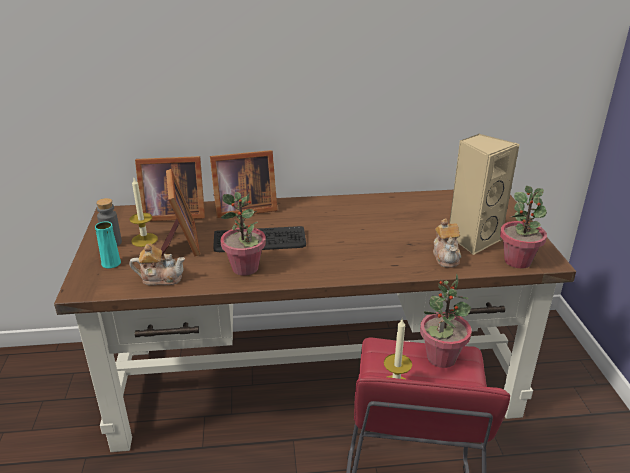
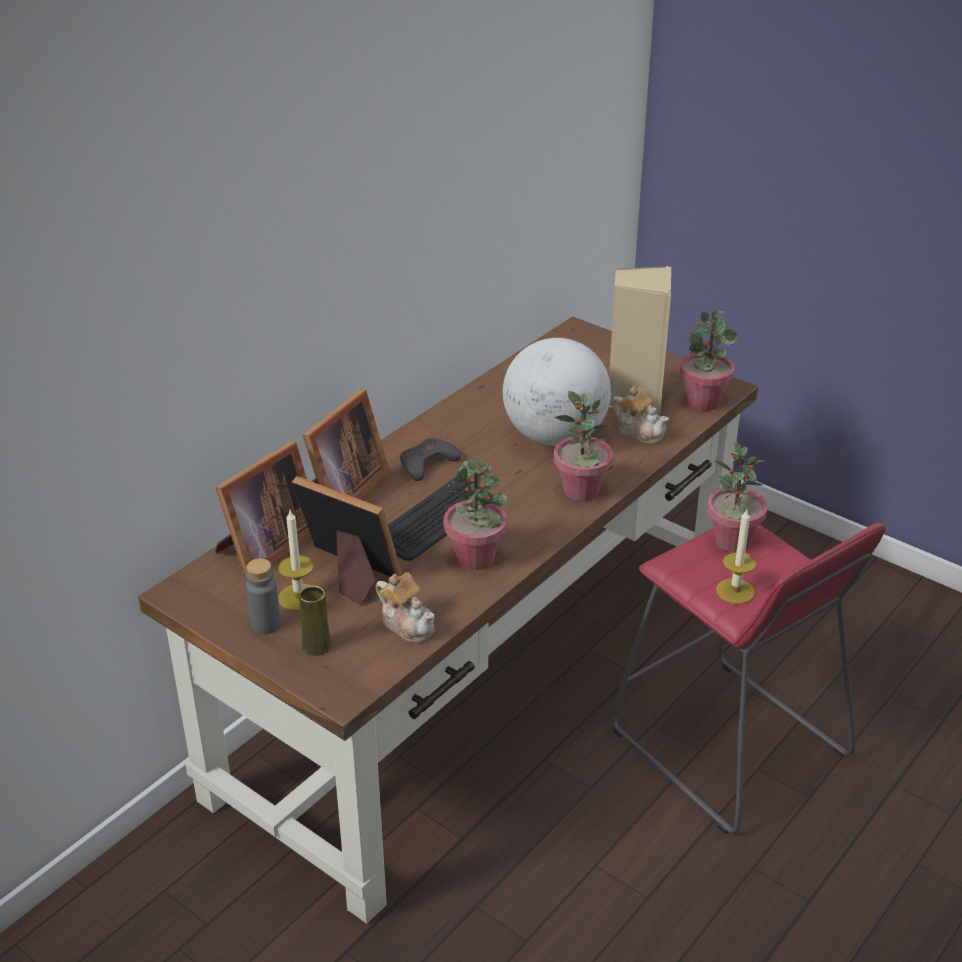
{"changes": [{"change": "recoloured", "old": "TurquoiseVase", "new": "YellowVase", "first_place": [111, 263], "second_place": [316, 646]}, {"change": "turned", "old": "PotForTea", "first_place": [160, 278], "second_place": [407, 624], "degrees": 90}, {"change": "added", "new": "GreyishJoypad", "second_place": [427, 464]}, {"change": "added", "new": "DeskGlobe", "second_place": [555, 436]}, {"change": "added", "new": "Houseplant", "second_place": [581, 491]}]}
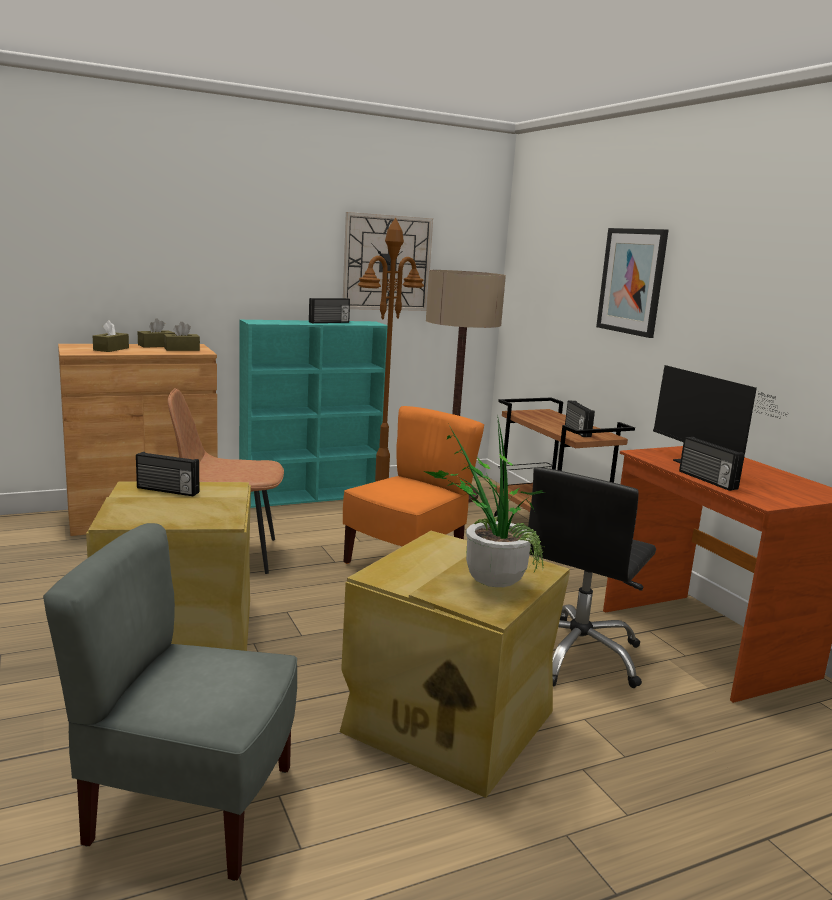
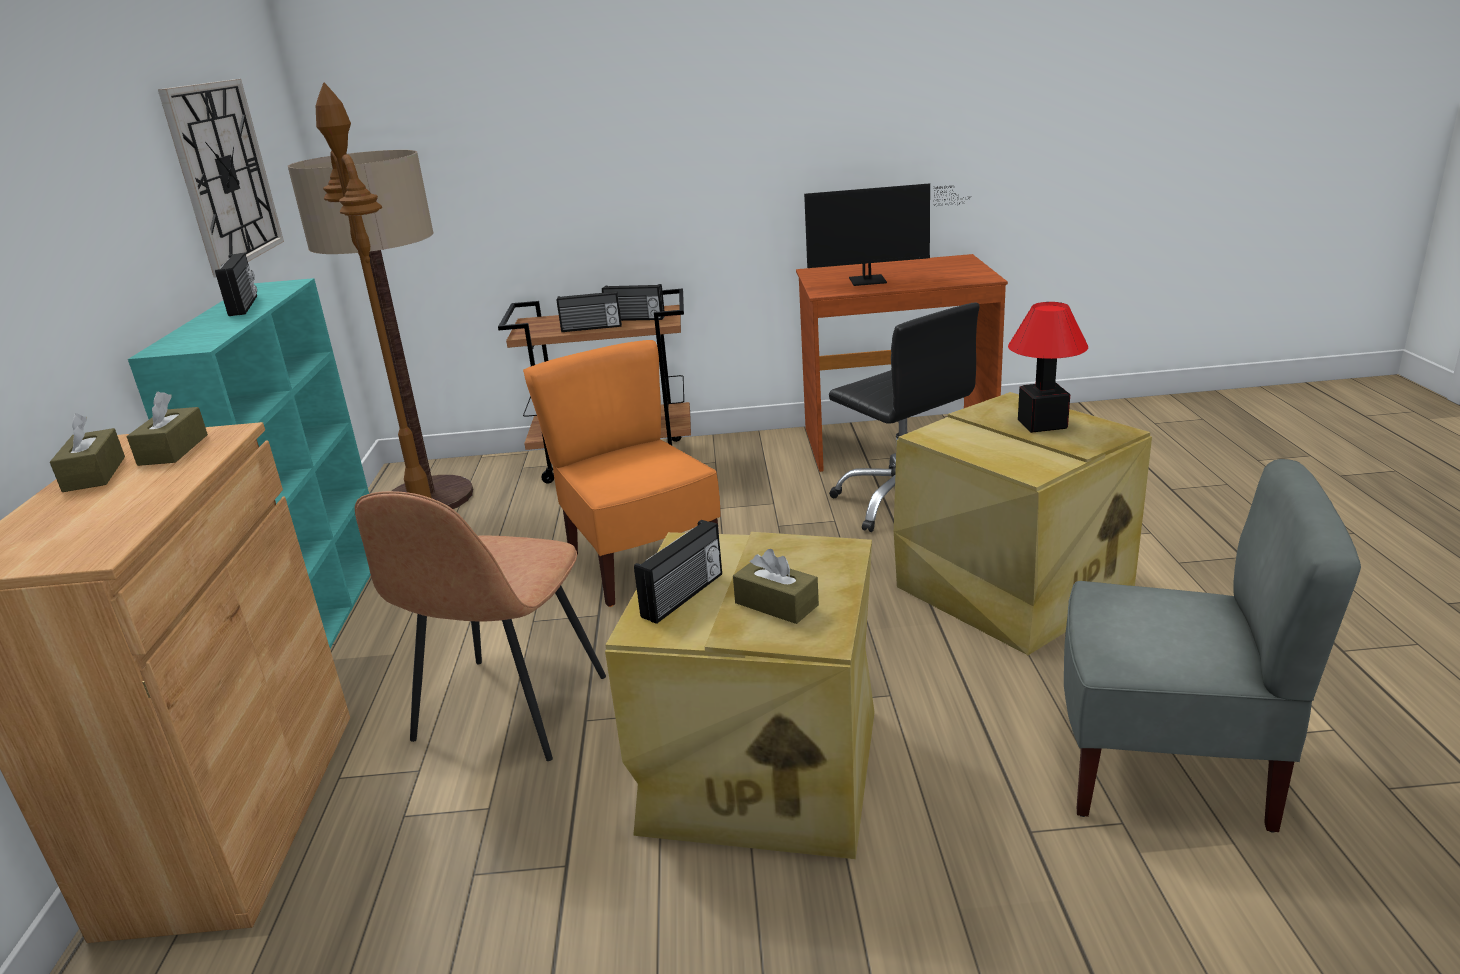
{"changes": [{"change": "turned", "old": "GreyishUprightChair", "first_place": [190, 808], "second_place": [1166, 765], "degrees": -105}, {"change": "moved", "old": "BrownishTissueHolder", "first_place": [111, 349], "second_place": [776, 604]}, {"change": "replaced", "old": "Houseplant", "new": "TabletopLamp", "first_place": [484, 578], "second_place": [1042, 424]}, {"change": "removed", "old": "WallPicture", "first_place": [632, 281]}, {"change": "moved", "old": "RadioSet", "first_place": [706, 480], "second_place": [591, 328]}]}
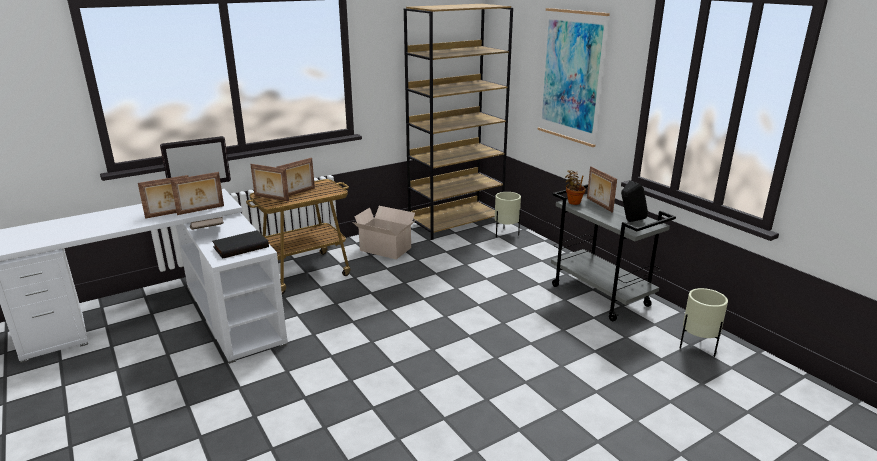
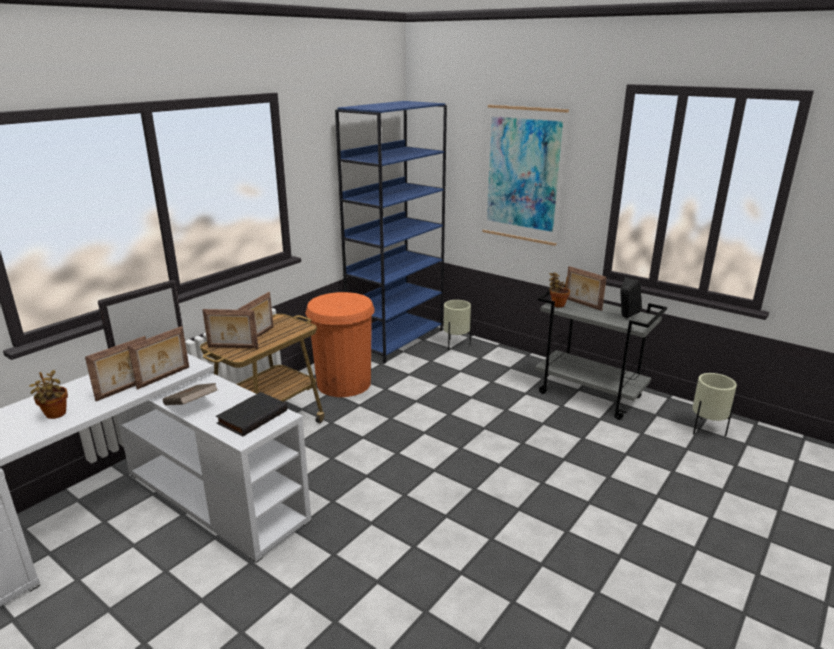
{"changes": [{"change": "replaced", "old": "CardboardBox", "new": "OrangeTrashCan", "first_place": [386, 250], "second_place": [344, 383]}, {"change": "recoloured", "old": "BrownishBookcase", "new": "BluishBookcase", "first_place": [456, 222], "second_place": [396, 339]}, {"change": "added", "new": "Houseplant", "second_place": [55, 415]}]}
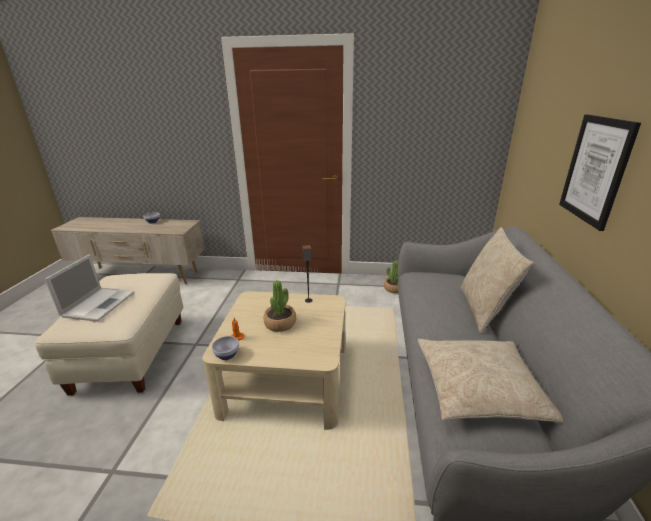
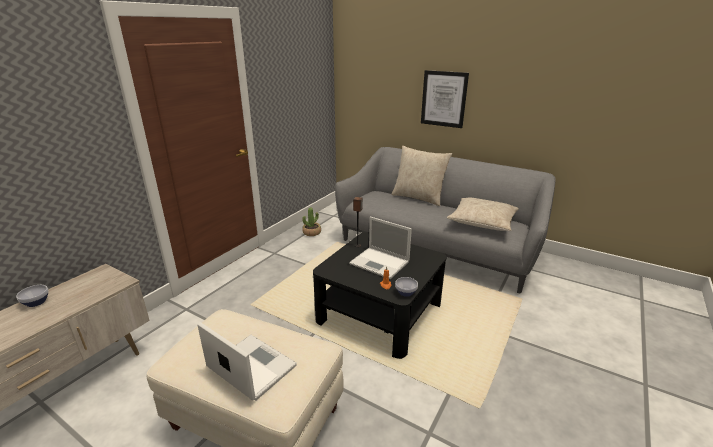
{"changes": [{"change": "recoloured", "old": "BeigeLowTable", "new": "BlackishLowTable", "first_place": [286, 380], "second_place": [380, 312]}, {"change": "replaced", "old": "Houseplant", "new": "NotebookComputer", "first_place": [280, 323], "second_place": [380, 263]}]}
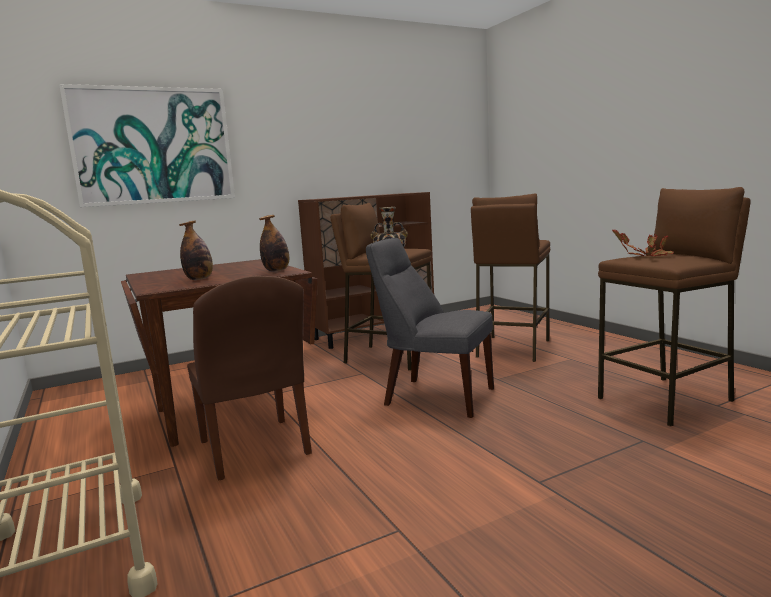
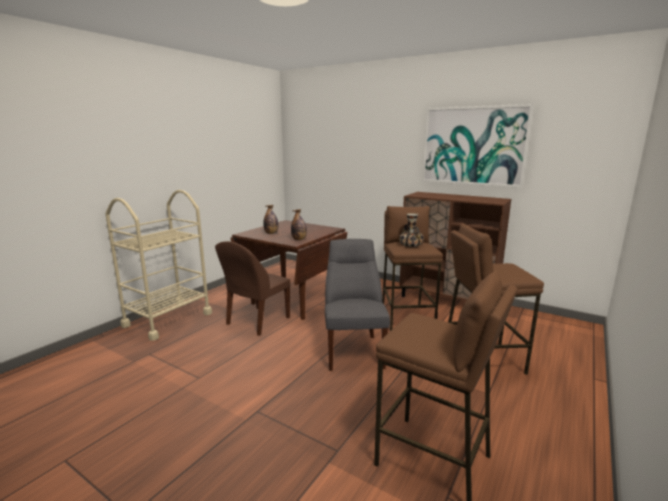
{"changes": [{"change": "moved", "old": "WallPicture", "first_place": [153, 146], "second_place": [473, 146]}, {"change": "removed", "old": "Houseplant", "first_place": [646, 256]}]}
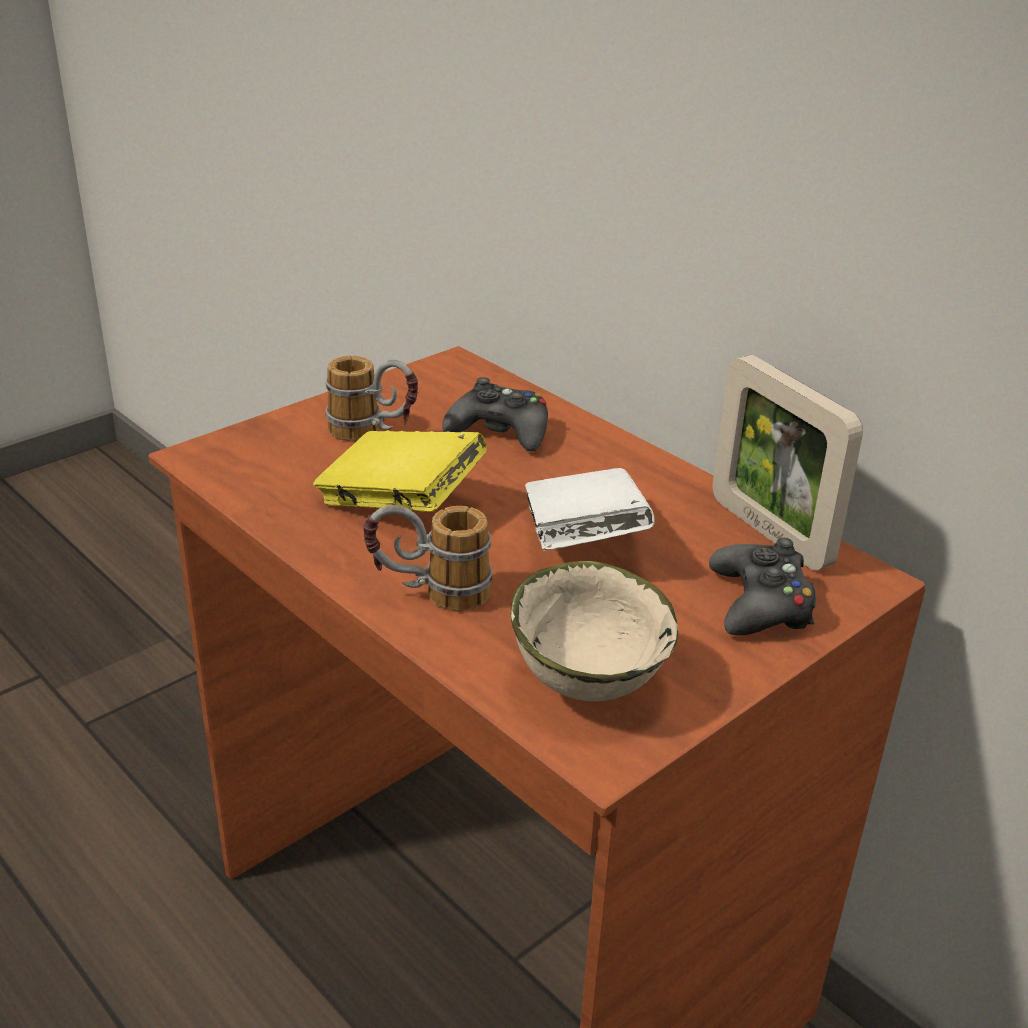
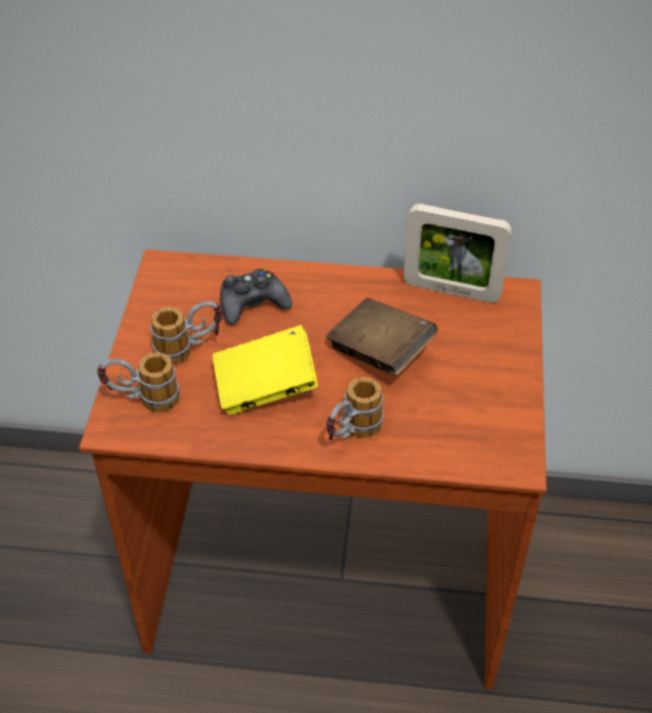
{"changes": [{"change": "removed", "old": "BeigeDeepDish", "first_place": [589, 683]}, {"change": "recoloured", "old": "WhiteVolume", "new": "BrownishVolume", "first_place": [583, 542], "second_place": [380, 353]}, {"change": "removed", "old": "BlackishJoypad", "first_place": [760, 604]}, {"change": "added", "new": "CoffeeMug", "second_place": [143, 401]}]}
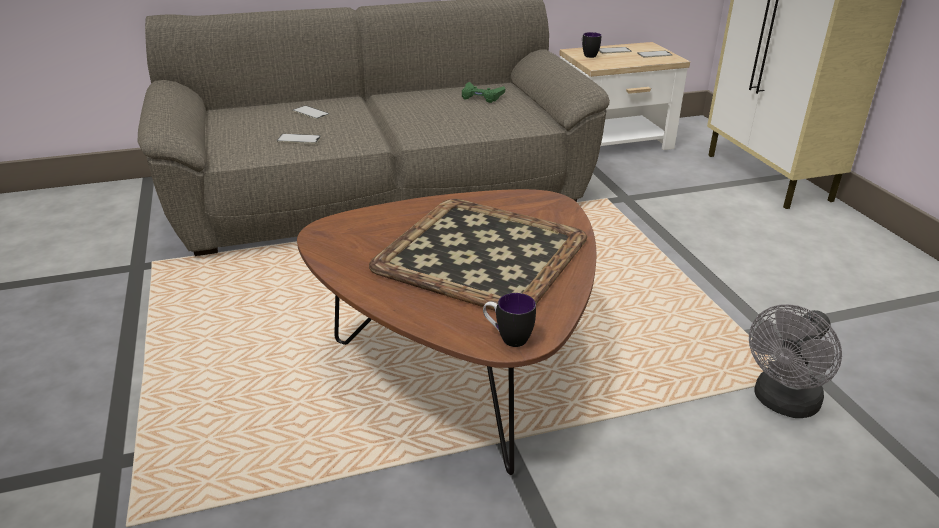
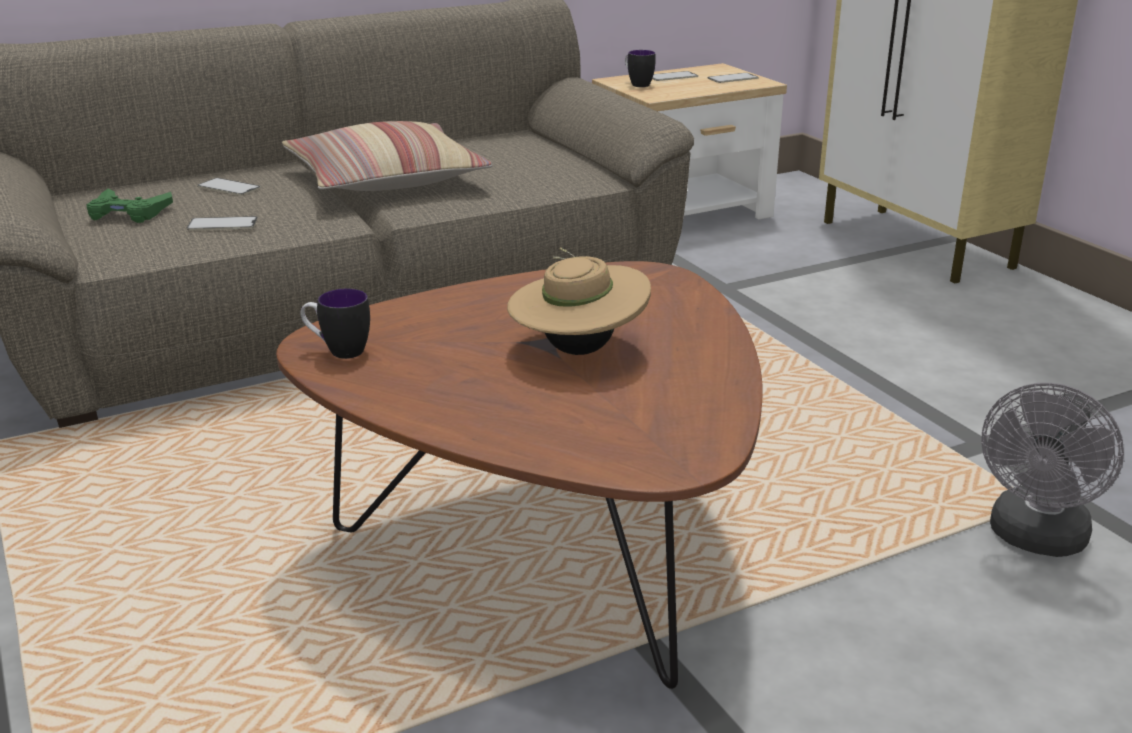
{"changes": [{"change": "replaced", "old": "CarryingTray", "new": "BeigeWearableHat", "first_place": [480, 252], "second_place": [578, 349]}, {"change": "moved", "old": "GreenColouredJoypad", "first_place": [481, 96], "second_place": [128, 213]}, {"change": "moved", "old": "CoffeeMug", "first_place": [507, 338], "second_place": [338, 351]}, {"change": "added", "new": "Cushion", "second_place": [385, 179]}]}
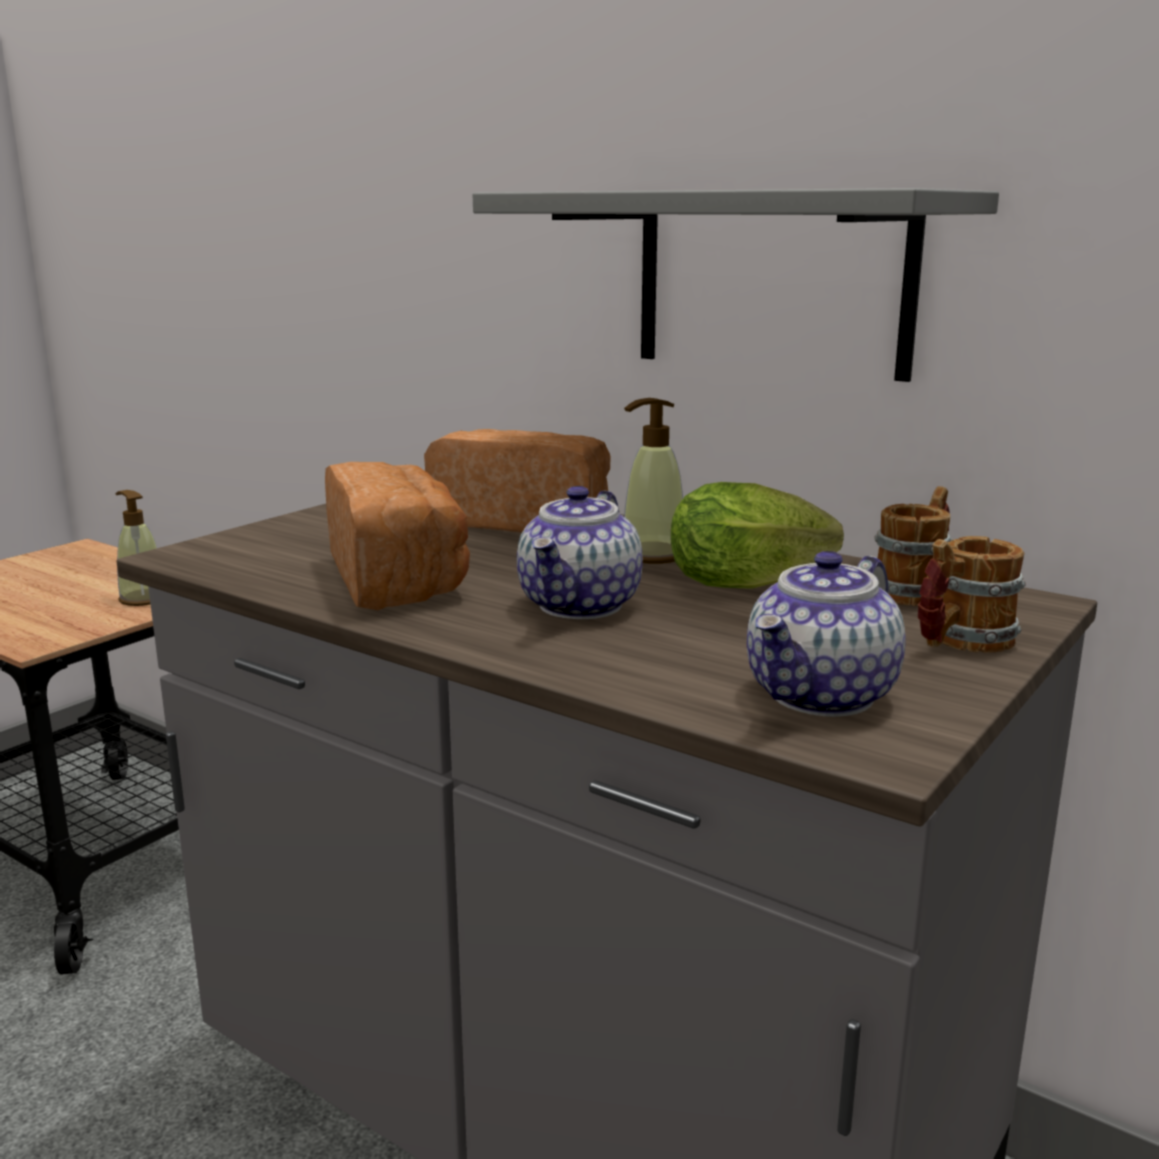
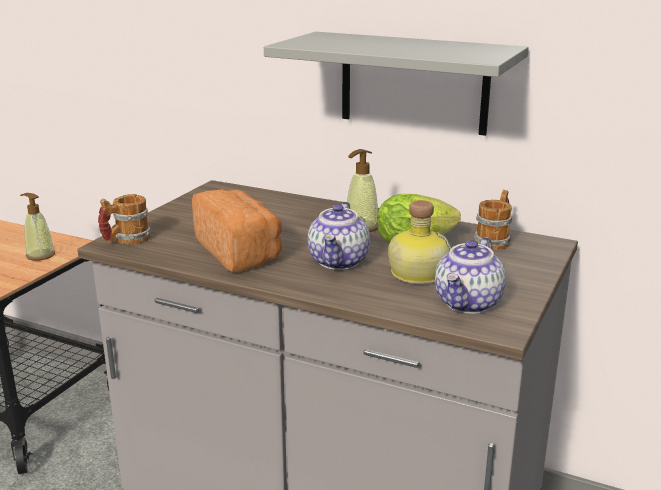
{"changes": [{"change": "removed", "old": "BakedBread", "first_place": [525, 521]}, {"change": "moved", "old": "CoffeeMug", "first_place": [960, 642], "second_place": [126, 240]}, {"change": "added", "new": "BeverageBottle", "second_place": [416, 273]}]}
